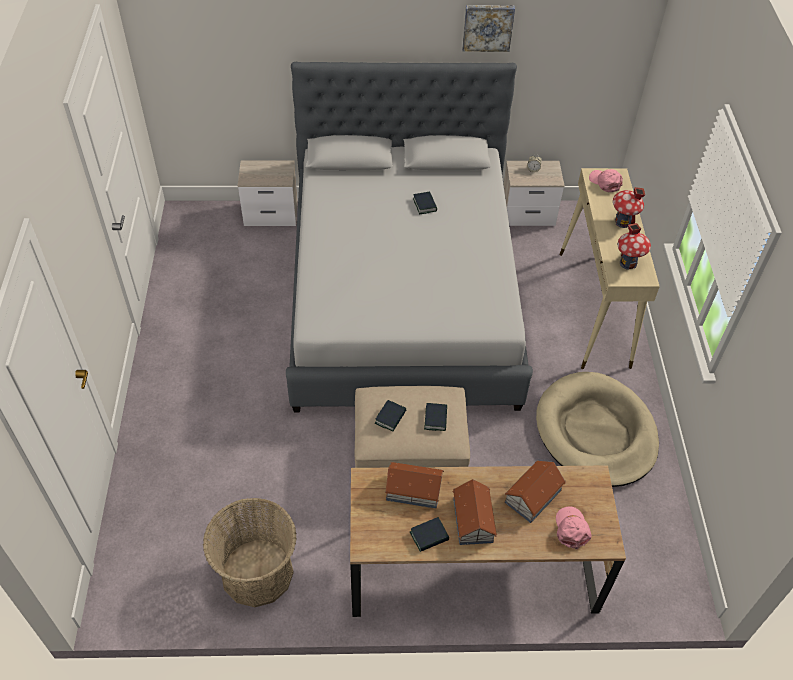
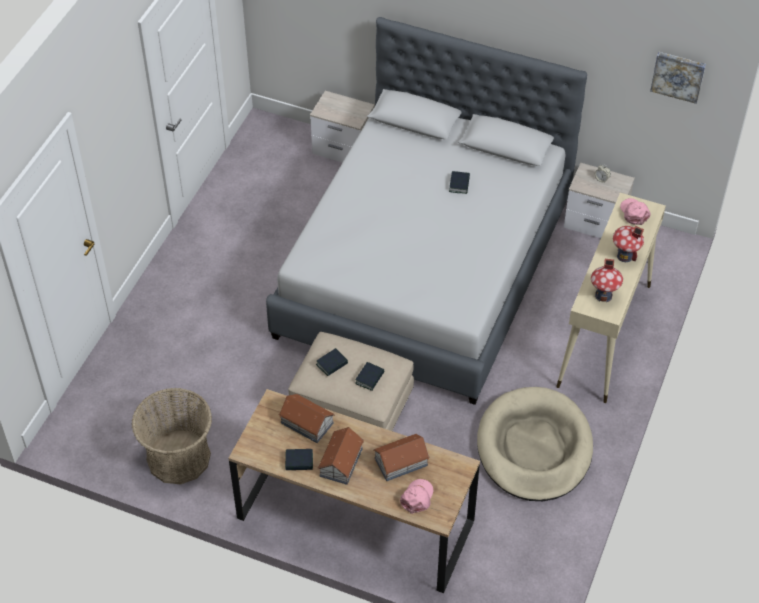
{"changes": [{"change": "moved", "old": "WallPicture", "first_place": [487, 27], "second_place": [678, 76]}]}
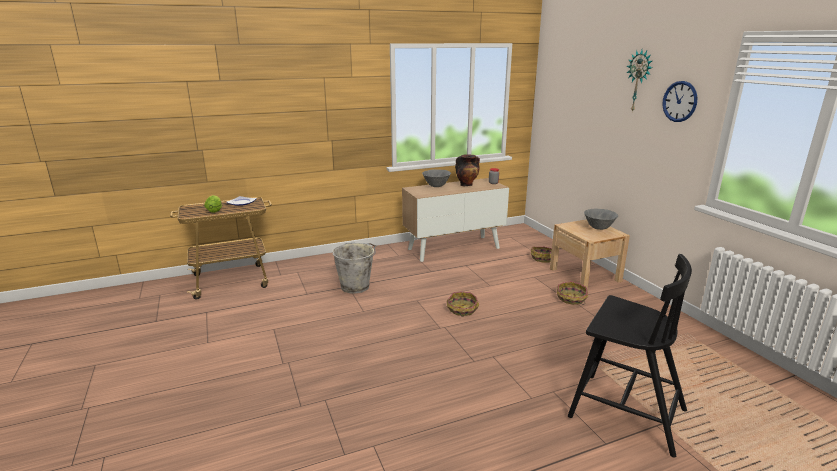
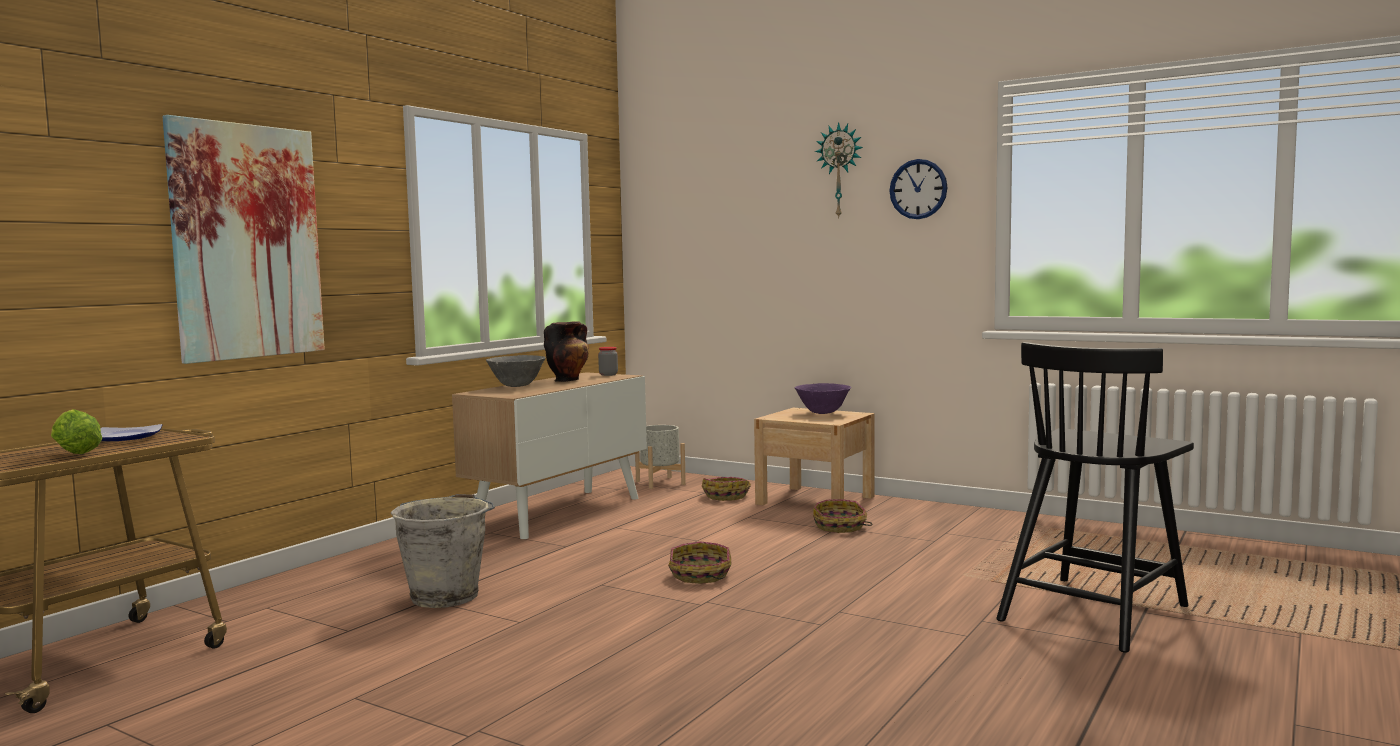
{"changes": [{"change": "turned", "old": "BlackishUprightChair", "first_place": [624, 412], "second_place": [1093, 612], "degrees": 135}, {"change": "recoloured", "old": "GreyishDeepDish", "new": "PurpleColouredDeepDish", "first_place": [599, 228], "second_place": [823, 413]}, {"change": "added", "new": "WallPicture", "second_place": [247, 241]}, {"change": "added", "new": "GreyishFlowerPot", "second_place": [660, 483]}]}
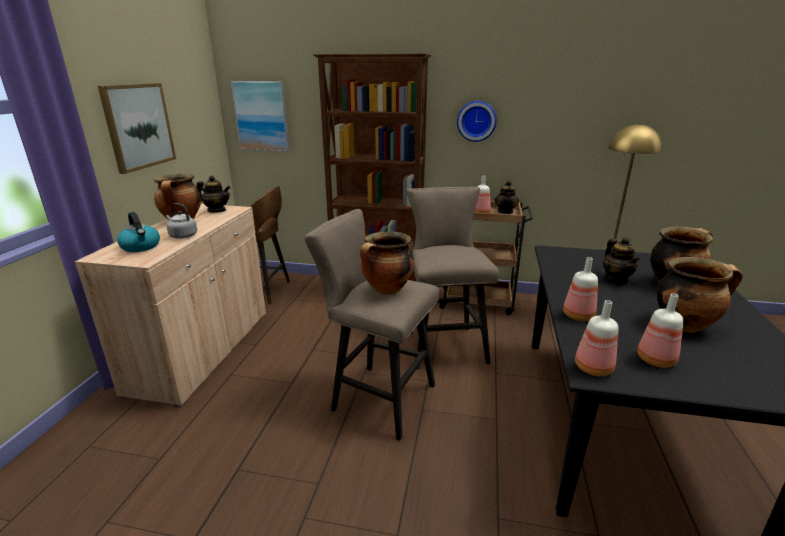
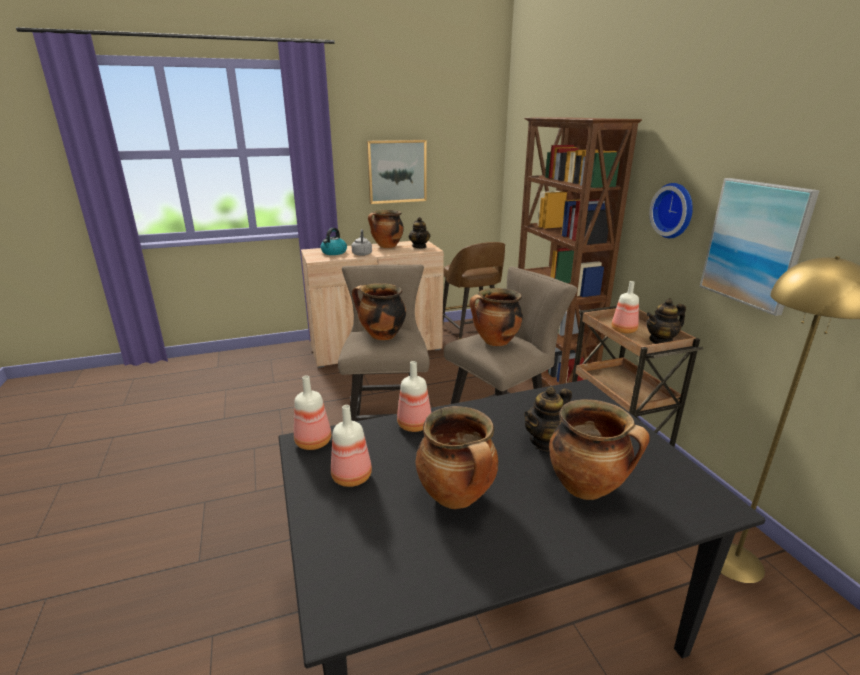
{"changes": [{"change": "moved", "old": "WallPicture", "first_place": [261, 116], "second_place": [755, 244]}, {"change": "added", "new": "Saucepot", "second_place": [495, 342]}]}
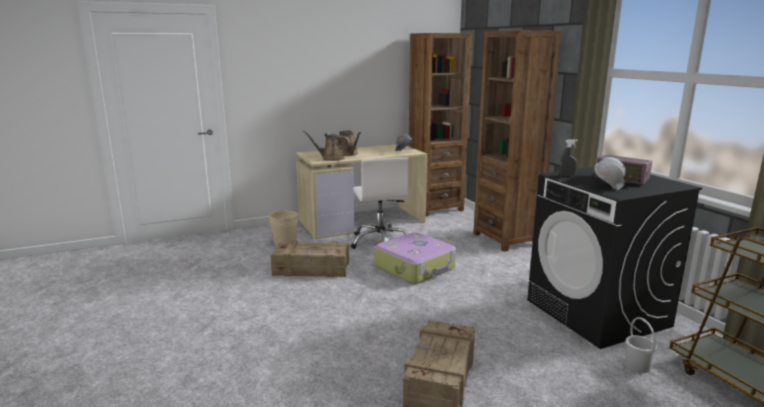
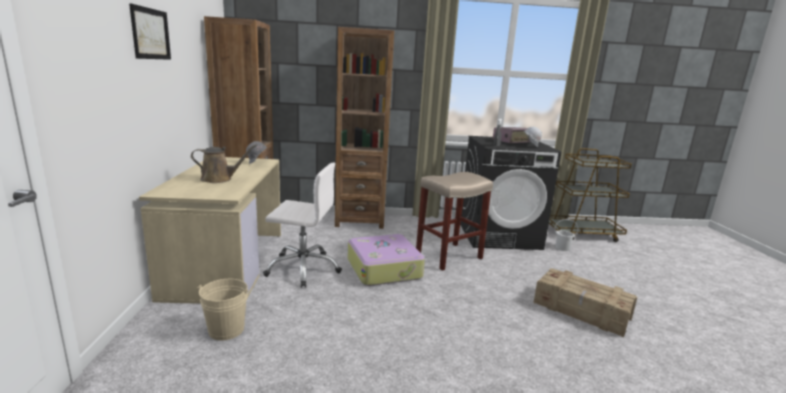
{"changes": [{"change": "removed", "old": "PackingCrate", "first_place": [312, 269]}, {"change": "removed", "old": "BrownishWateringPot", "first_place": [330, 158]}, {"change": "added", "new": "WallPicture", "second_place": [151, 34]}, {"change": "added", "new": "BeigeStoolSeat", "second_place": [449, 256]}]}
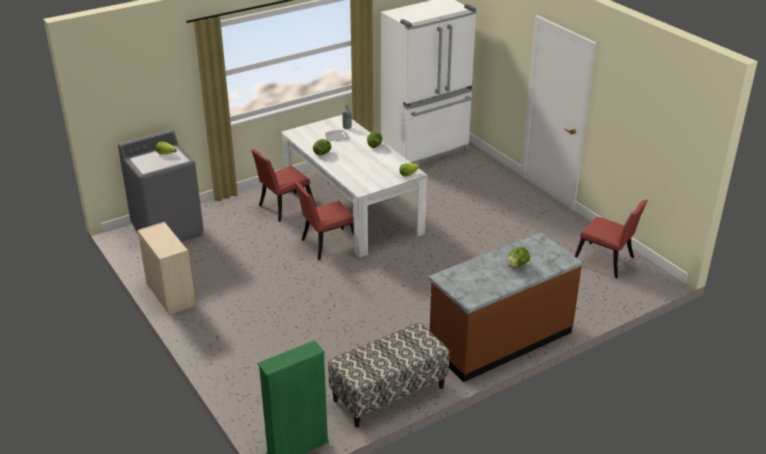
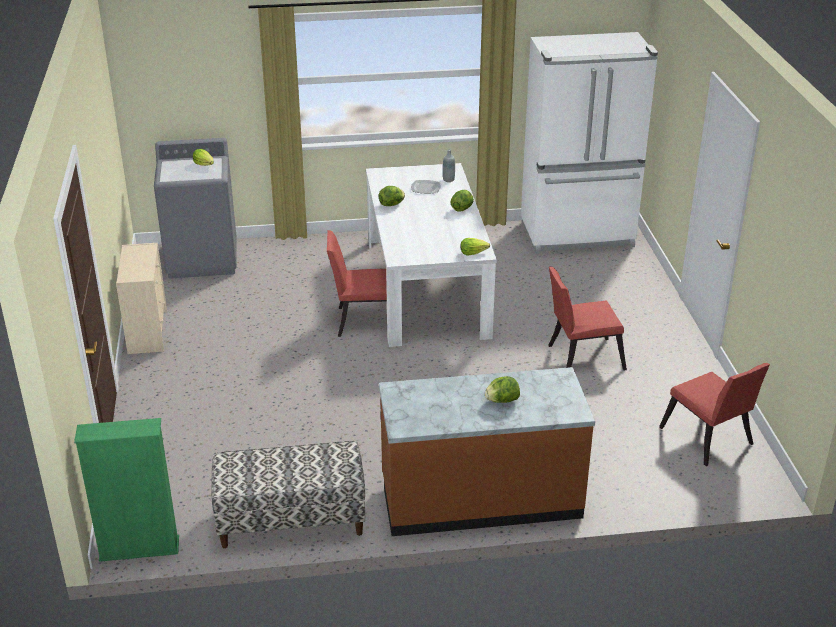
{"changes": [{"change": "moved", "old": "RedColouredUprightChair", "first_place": [283, 207], "second_place": [581, 357]}]}
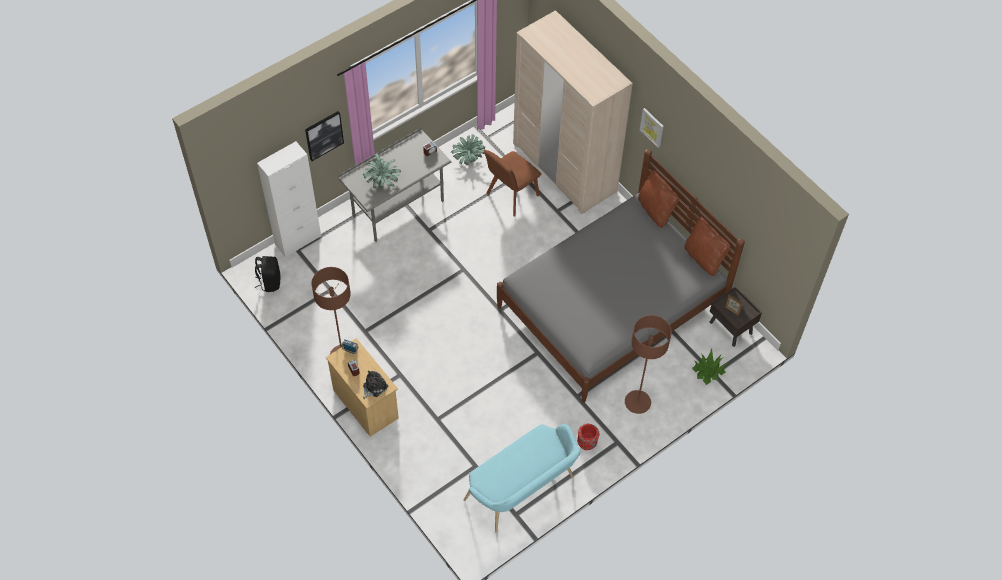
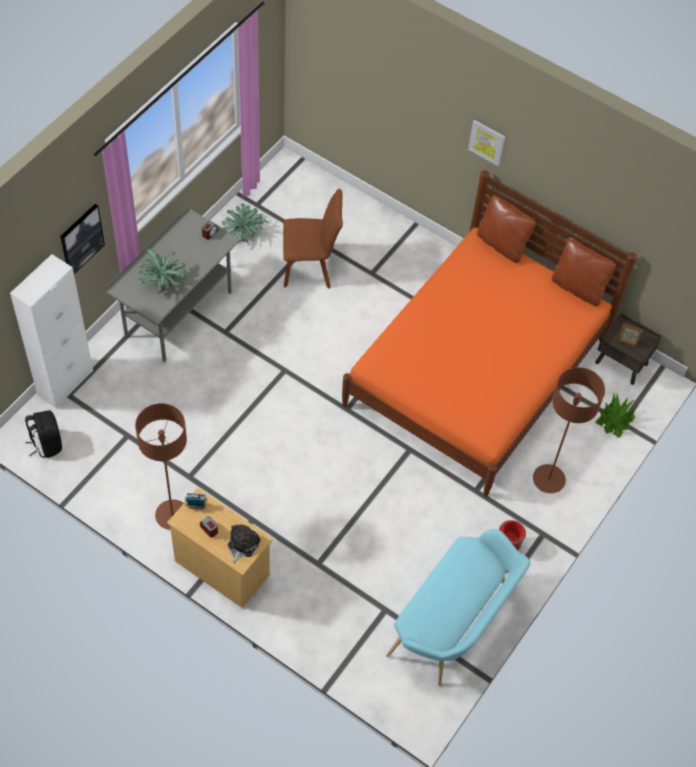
{"changes": [{"change": "turned", "old": "BrownishUprightChair", "first_place": [511, 196], "second_place": [310, 268], "degrees": -120}, {"change": "recoloured", "old": "GreyishBed", "new": "OrangeBed", "first_place": [611, 306], "second_place": [476, 372]}, {"change": "removed", "old": "BeigeWardrobe", "first_place": [564, 167]}]}
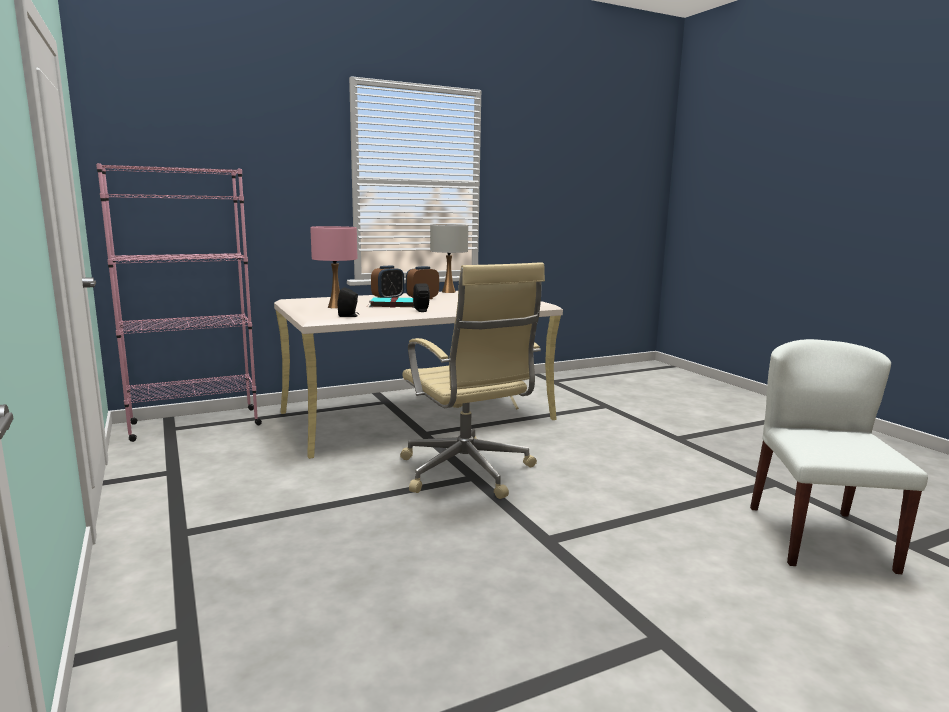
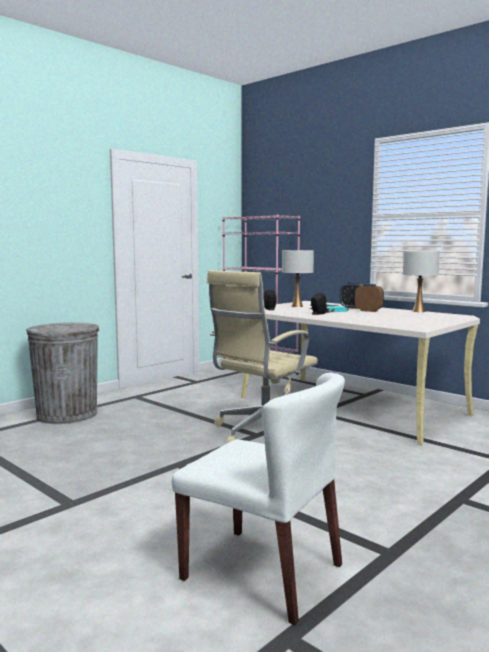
{"changes": [{"change": "recoloured", "old": "PinkishTabletopLamp", "new": "WhiteTabletopLamp", "first_place": [336, 307], "second_place": [297, 306]}, {"change": "turned", "old": "WhiteUprightChair", "first_place": [818, 537], "second_place": [263, 572], "degrees": 45}, {"change": "added", "new": "GreyishTrashCan", "second_place": [67, 414]}]}
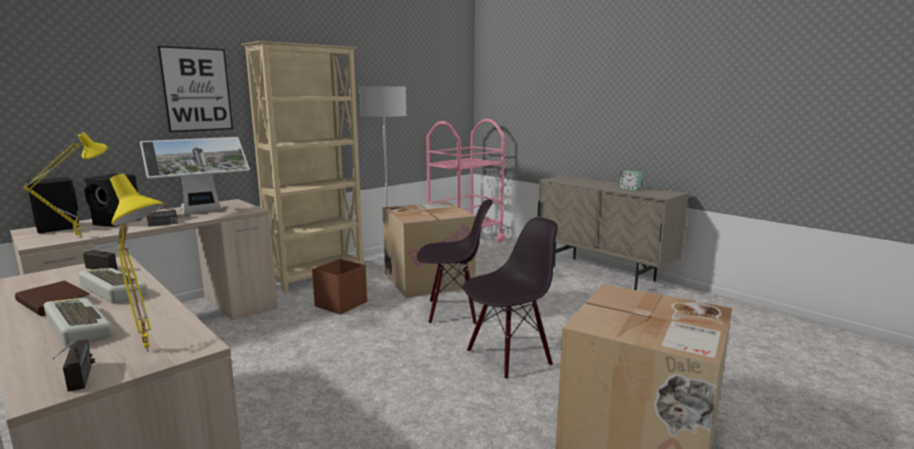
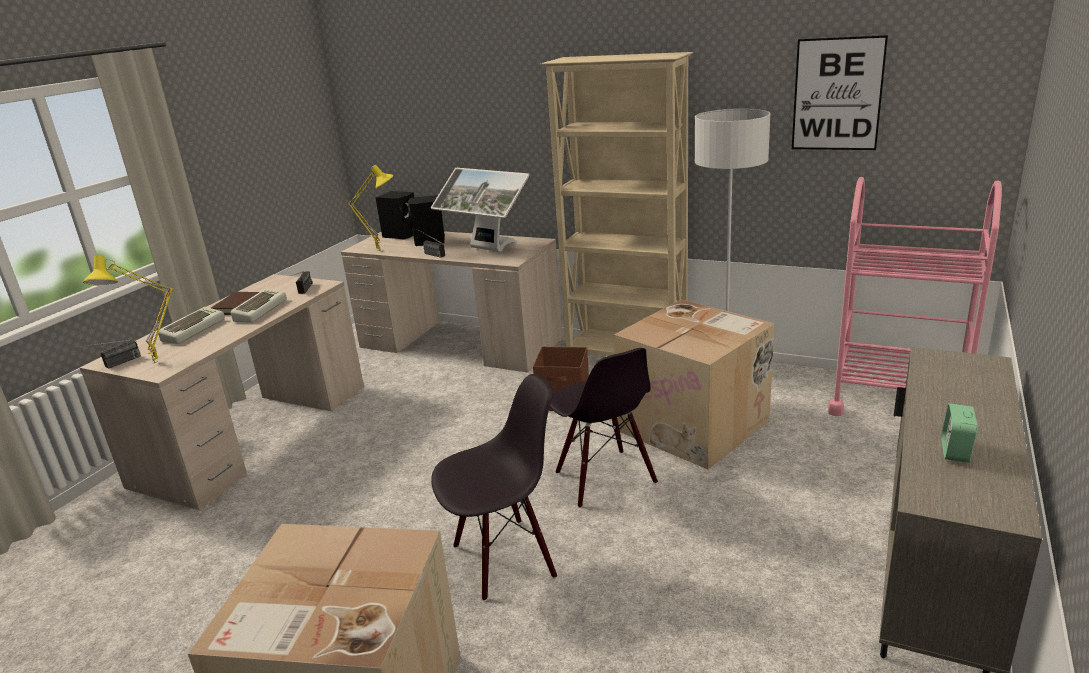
{"changes": [{"change": "moved", "old": "WallPicture", "first_place": [197, 89], "second_place": [837, 94]}, {"change": "turned", "old": "BlackishUprightChair", "first_place": [508, 356], "second_place": [504, 559], "degrees": -60}]}
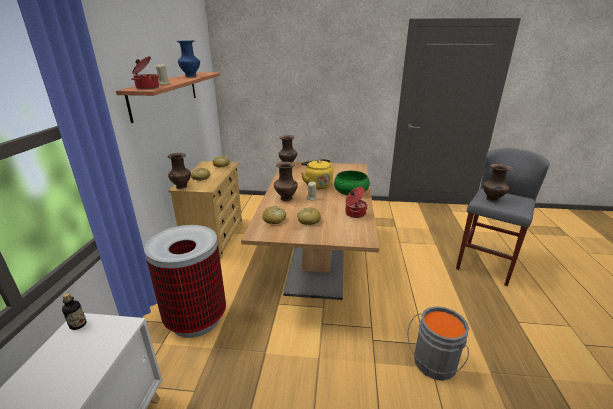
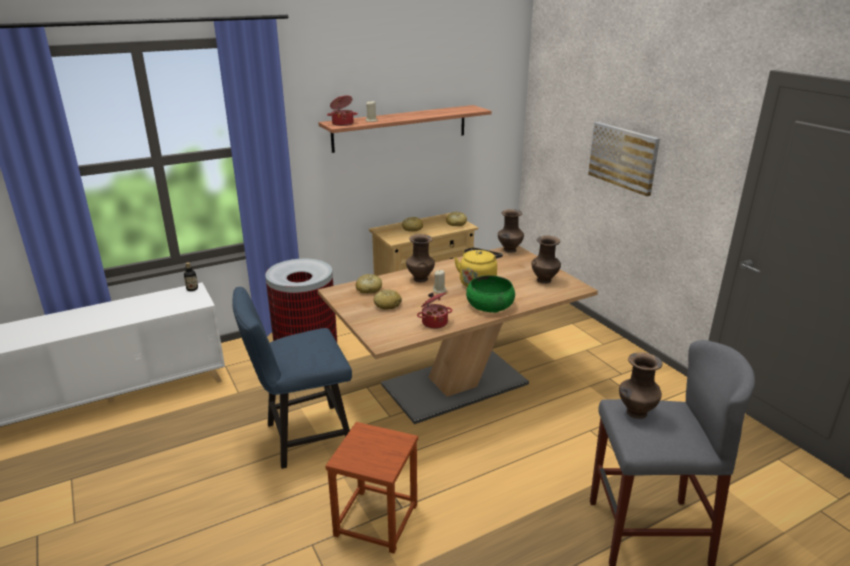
{"changes": [{"change": "moved", "old": "BrownishVase", "first_place": [182, 186], "second_place": [544, 280]}, {"change": "removed", "old": "BluishVase", "first_place": [191, 76]}, {"change": "replaced", "old": "GreyishBucket", "new": "BrownishStoolSeat", "first_place": [433, 363], "second_place": [377, 520]}, {"change": "added", "new": "BluishUprightChair", "second_place": [302, 438]}, {"change": "added", "new": "WallPicture", "second_place": [623, 157]}]}
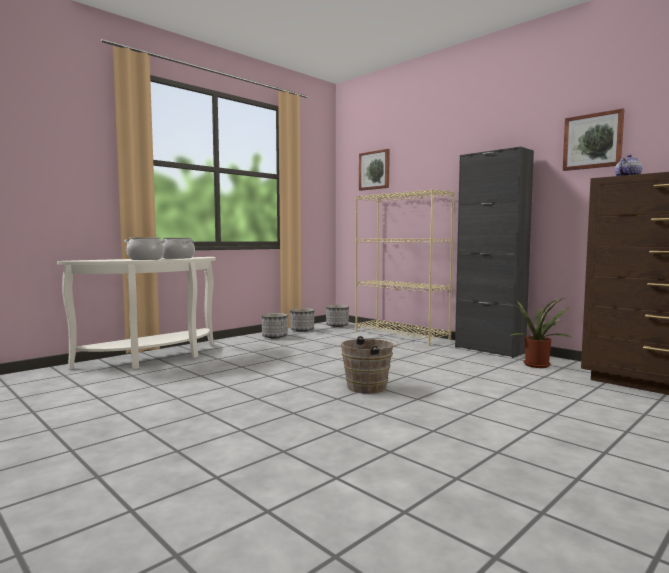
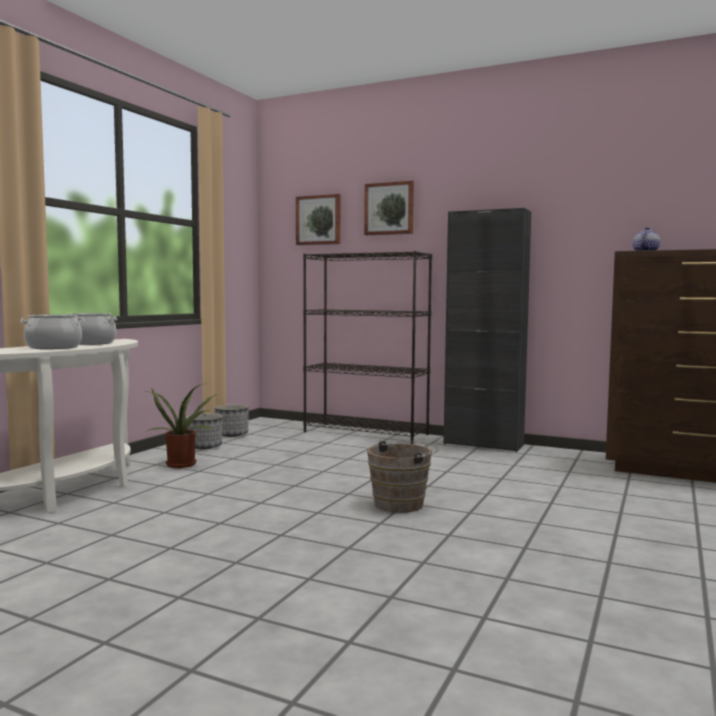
{"changes": [{"change": "removed", "old": "FlowerPot", "first_place": [337, 325]}, {"change": "recoloured", "old": "BeigeBookcase", "new": "BlackishBookcase", "first_place": [401, 335], "second_place": [366, 433]}, {"change": "moved", "old": "Houseplant", "first_place": [537, 364], "second_place": [183, 464]}, {"change": "moved", "old": "WallPicture", "first_place": [593, 141], "second_place": [389, 208]}]}
